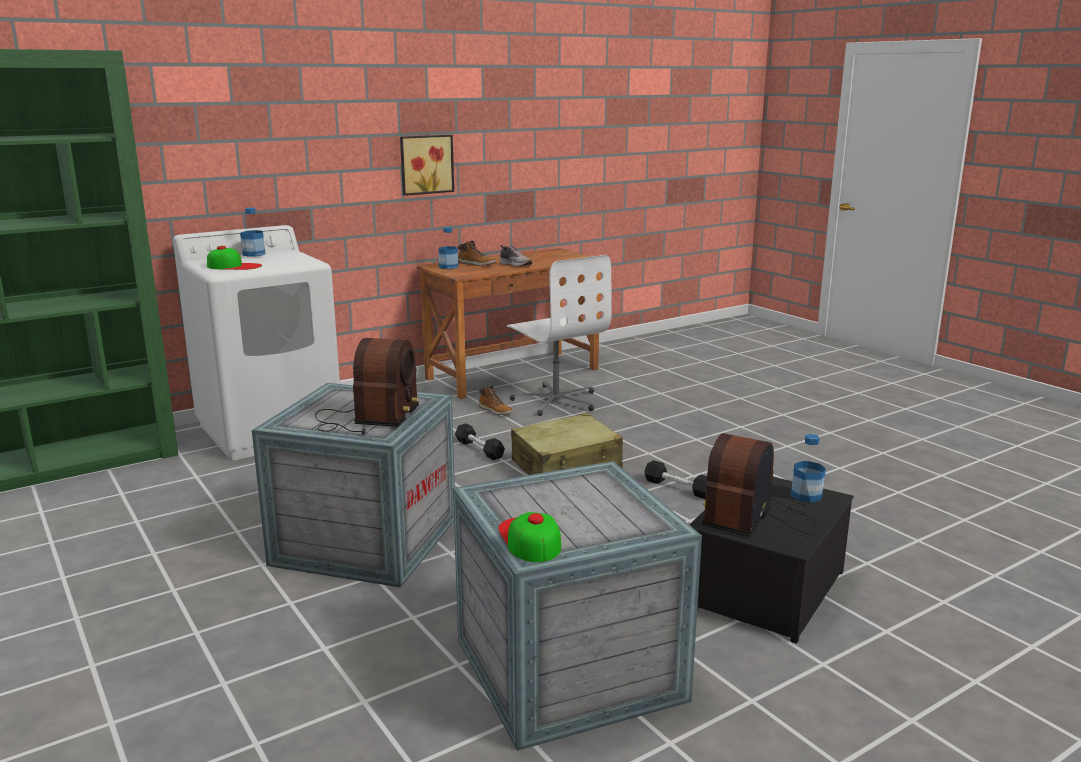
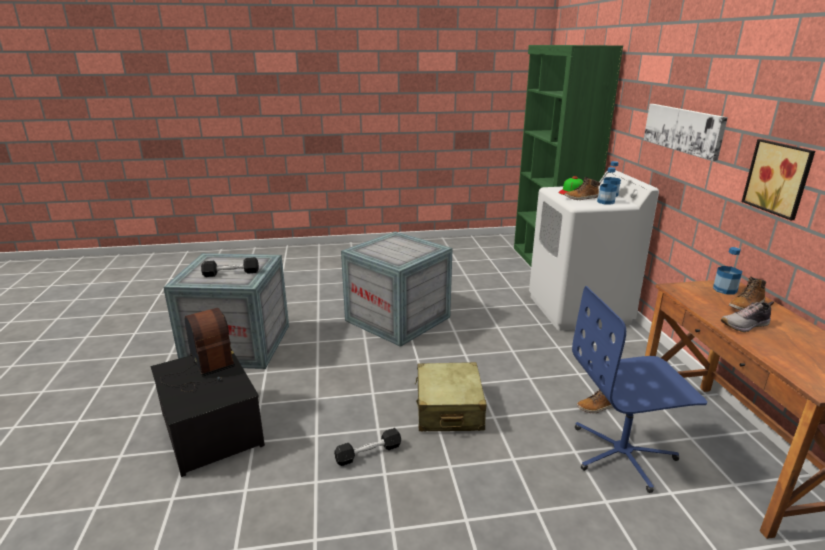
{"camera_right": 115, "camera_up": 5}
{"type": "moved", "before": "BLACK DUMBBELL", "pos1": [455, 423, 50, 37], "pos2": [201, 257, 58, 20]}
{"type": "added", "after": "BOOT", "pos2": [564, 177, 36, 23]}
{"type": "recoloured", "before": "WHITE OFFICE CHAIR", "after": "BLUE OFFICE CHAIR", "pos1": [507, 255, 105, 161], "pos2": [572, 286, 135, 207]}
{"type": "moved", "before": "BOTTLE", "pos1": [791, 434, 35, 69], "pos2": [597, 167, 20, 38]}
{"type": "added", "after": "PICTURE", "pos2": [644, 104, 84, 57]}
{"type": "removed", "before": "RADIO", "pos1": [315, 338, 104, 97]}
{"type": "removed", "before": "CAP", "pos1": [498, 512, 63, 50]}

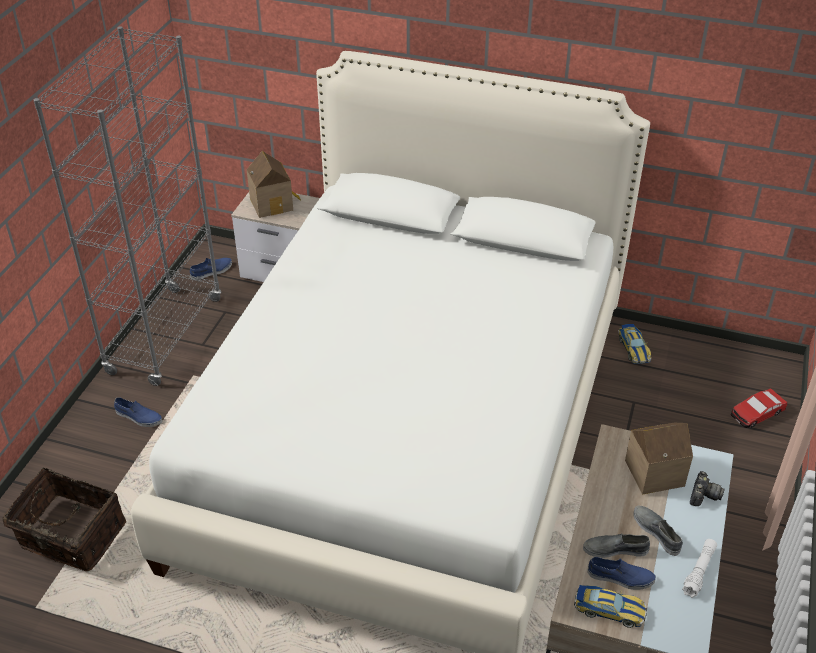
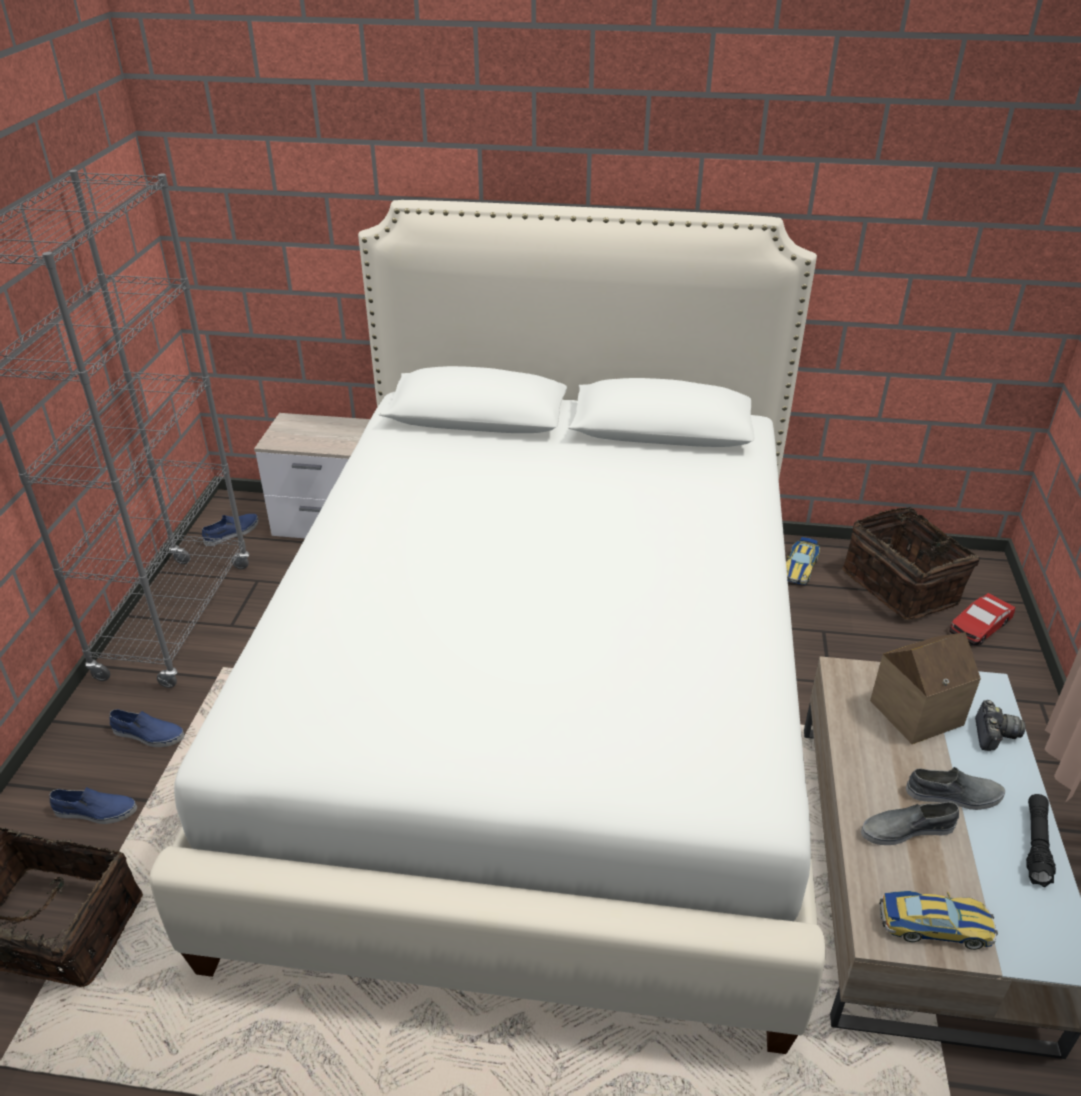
{"camera_right": -10, "camera_up": -5}
{"type": "moved", "before": "BLUE SHOE", "pos1": [587, 557, 69, 33], "pos2": [50, 787, 87, 37]}
{"type": "turned", "before": "TOY CAR", "pos1": [618, 324, 33, 40], "pos2": [786, 537, 34, 48], "turn": 45}
{"type": "added", "after": "BASKET", "pos2": [843, 507, 137, 113]}
{"type": "turned", "before": "GREY SHOE", "pos1": [633, 506, 50, 50], "pos2": [906, 767, 99, 43], "turn": 135}
{"type": "recoloured", "before": "WHITE FLASHLIGHT", "after": "BLACK FLASHLIGHT", "pos1": [682, 539, 35, 59], "pos2": [1026, 794, 30, 93]}
{"type": "removed", "before": "TOY HOUSE", "pos1": [247, 151, 54, 67]}

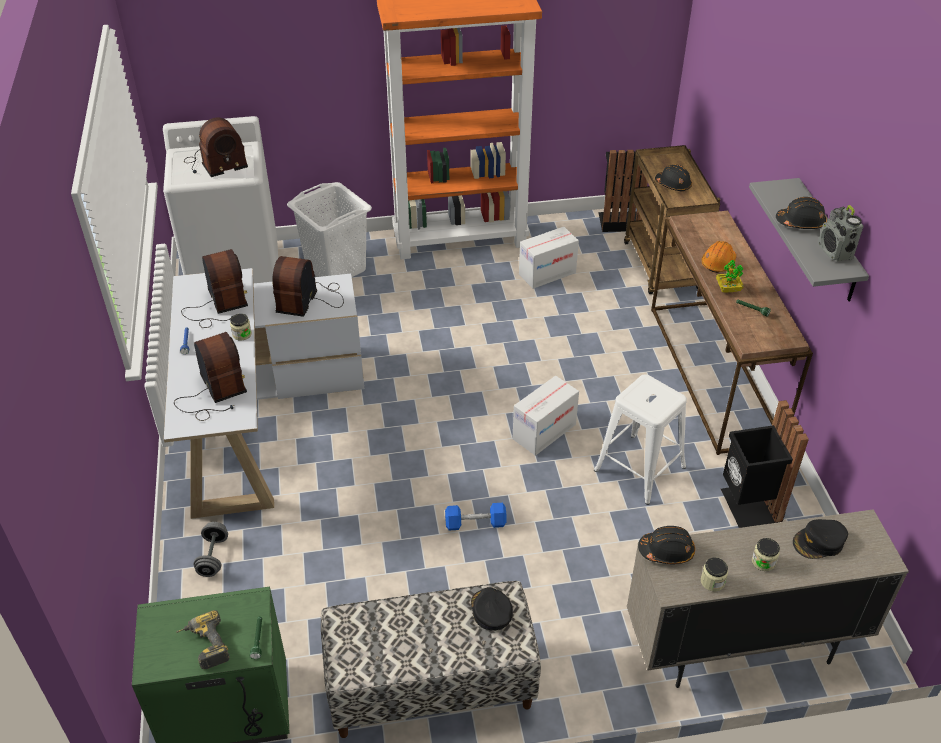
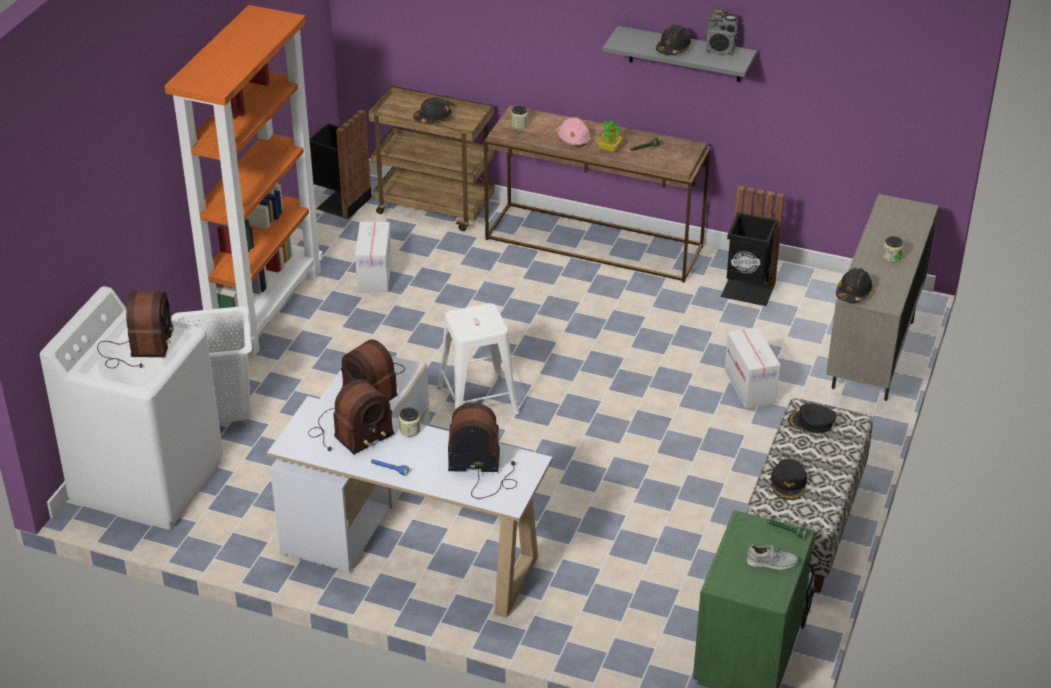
{"camera_right": -60, "camera_up": -5}
{"type": "turned", "before": "RADIO", "pos1": [181, 249, 67, 79], "pos2": [308, 379, 86, 75], "turn": 135}
{"type": "moved", "before": "WHITE STOOL", "pos1": [594, 375, 93, 130], "pos2": [437, 303, 83, 113]}
{"type": "moved", "before": "JAR", "pos1": [700, 557, 28, 34], "pos2": [511, 105, 17, 24]}
{"type": "recoloured", "before": "ORANGE HARD HAT", "after": "PINK HARD HAT", "pos1": [701, 241, 35, 32], "pos2": [557, 117, 34, 30]}
{"type": "moved", "before": "CARDBOARD BOX", "pos1": [513, 376, 66, 80], "pos2": [725, 327, 55, 81]}
{"type": "replaced", "before": "POWER DRILL", "after": "GREY SHOE", "pos1": [176, 610, 54, 59], "pos2": [747, 544, 51, 26]}
{"type": "moved", "before": "BLACK CAP", "pos1": [793, 519, 55, 40], "pos2": [771, 459, 36, 41]}
{"type": "removed", "before": "GREY DUMBBELL", "pos1": [193, 522, 35, 55]}
{"type": "removed", "before": "BLUE DUMBBELL", "pos1": [445, 503, 62, 27]}

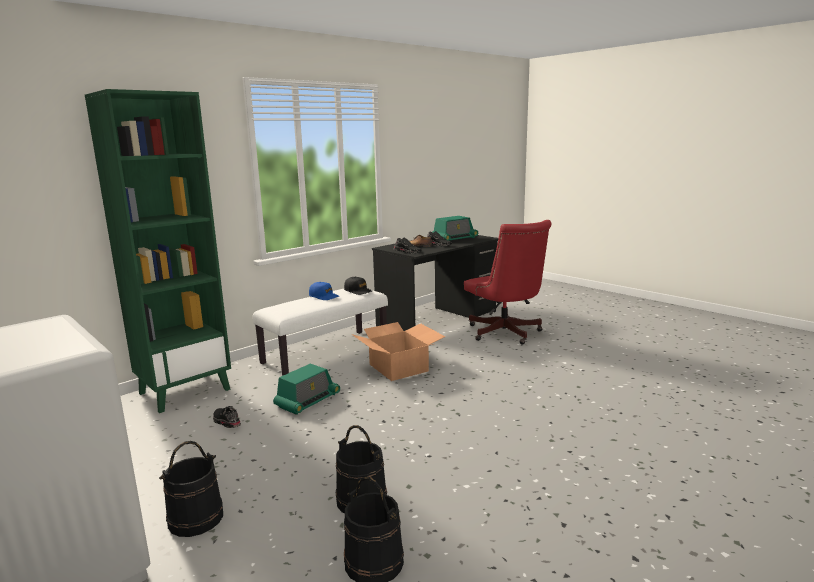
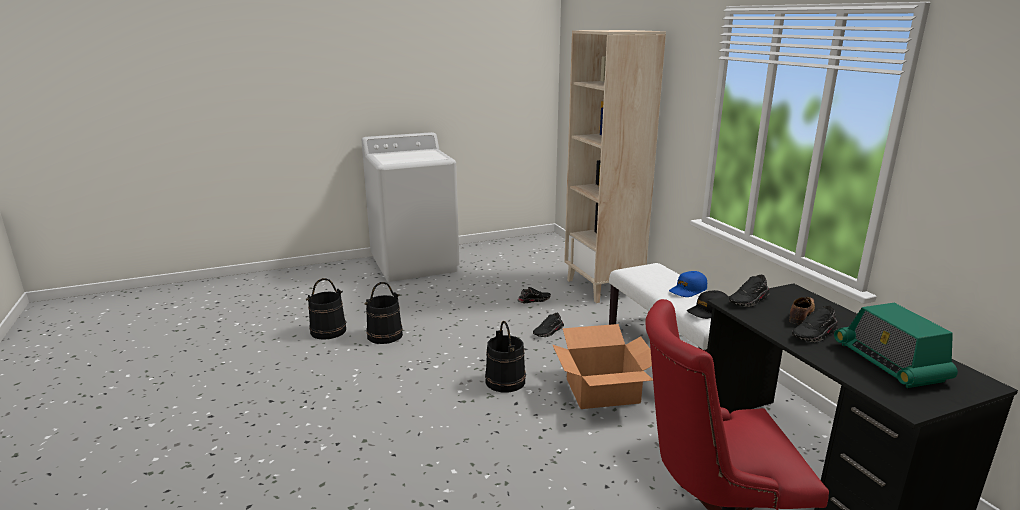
{"camera_right": 110, "camera_up": 5}
{"type": "moved", "before": "BLACK BUCKET", "pos1": [159, 441, 64, 96], "pos2": [485, 321, 41, 71]}
{"type": "replaced", "before": "RADIO", "after": "BLACK SHOE", "pos1": [273, 363, 67, 52], "pos2": [533, 313, 31, 24]}
{"type": "recoloured", "before": "GREEN BOOKCASE", "after": "BEIGE BOOKCASE", "pos1": [85, 89, 146, 324], "pos2": [564, 30, 102, 273]}

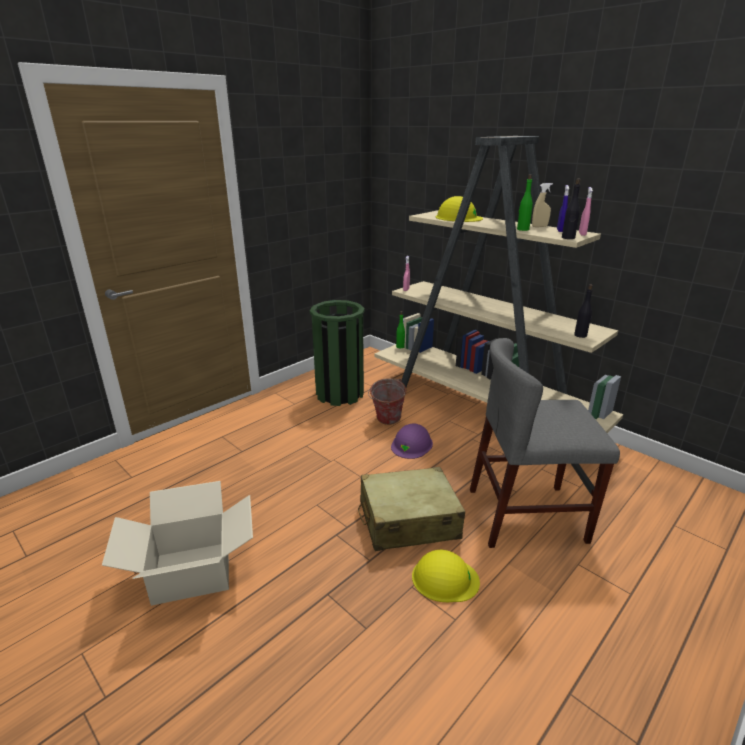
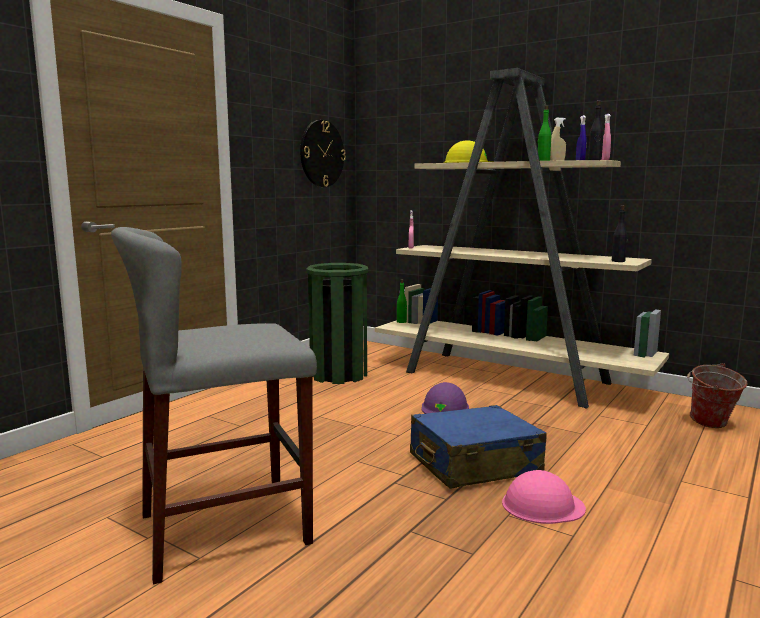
{"camera_right": -10, "camera_up": -15}
{"type": "replaced", "before": "CARDBOARD BOX", "after": "GREY STOOL", "pos1": [102, 481, 151, 125], "pos2": [111, 227, 206, 357]}
{"type": "added", "after": "WALL CLOCK", "pos2": [300, 120, 46, 67]}
{"type": "recoloured", "before": "BEIGE SUITCASE", "after": "BLUE SUITCASE", "pos1": [358, 467, 107, 84], "pos2": [410, 405, 137, 84]}
{"type": "recoloured", "before": "YELLOW HARD HAT", "after": "PINK HARD HAT", "pos1": [412, 550, 68, 52], "pos2": [502, 470, 84, 54]}
{"type": "moved", "before": "BUCKET", "pos1": [368, 378, 38, 47], "pos2": [687, 363, 61, 65]}
{"type": "removed", "before": "GREY CHAIR", "pos1": [470, 338, 150, 210]}

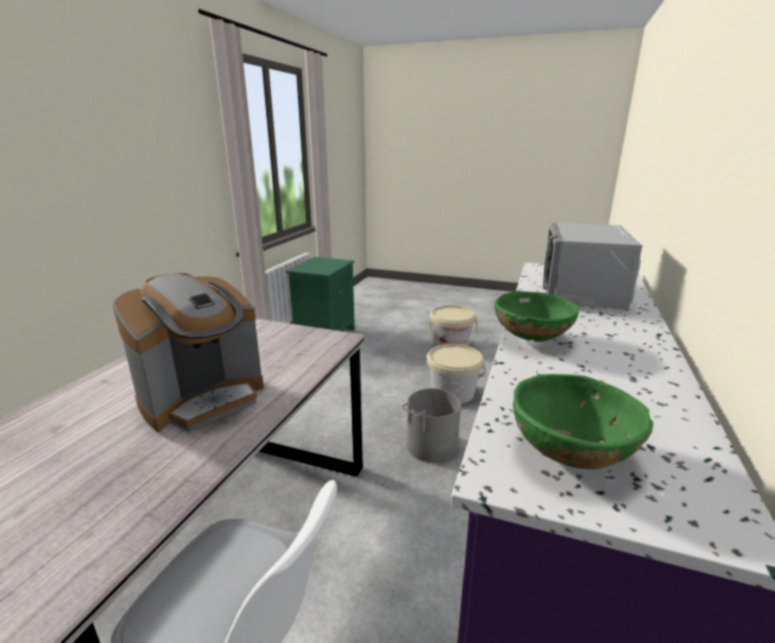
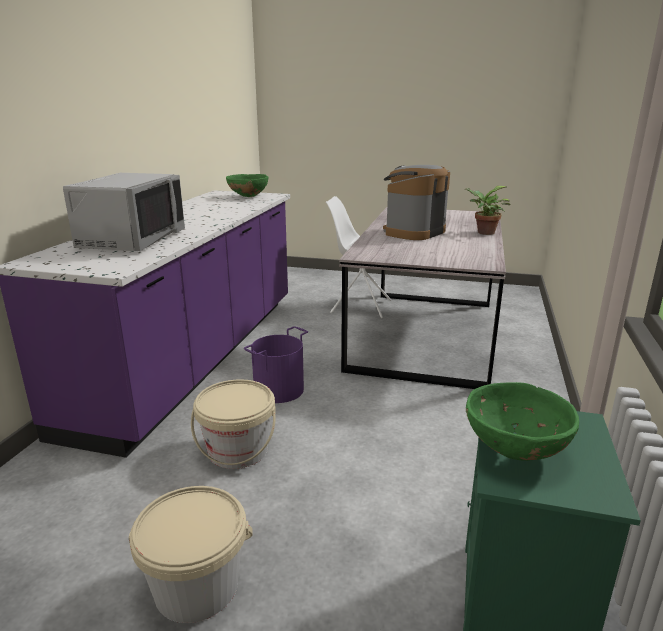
{"camera_right": 175, "camera_up": 0}
{"type": "recoloured", "before": "GREY BUCKET", "after": "PURPLE BUCKET", "pos1": [401, 380, 63, 83], "pos2": [244, 326, 64, 77]}
{"type": "added", "after": "POTTED PLANT", "pos2": [466, 186, 44, 49]}
{"type": "moved", "before": "GREEN BOWL", "pos1": [494, 291, 85, 51], "pos2": [466, 382, 113, 79]}

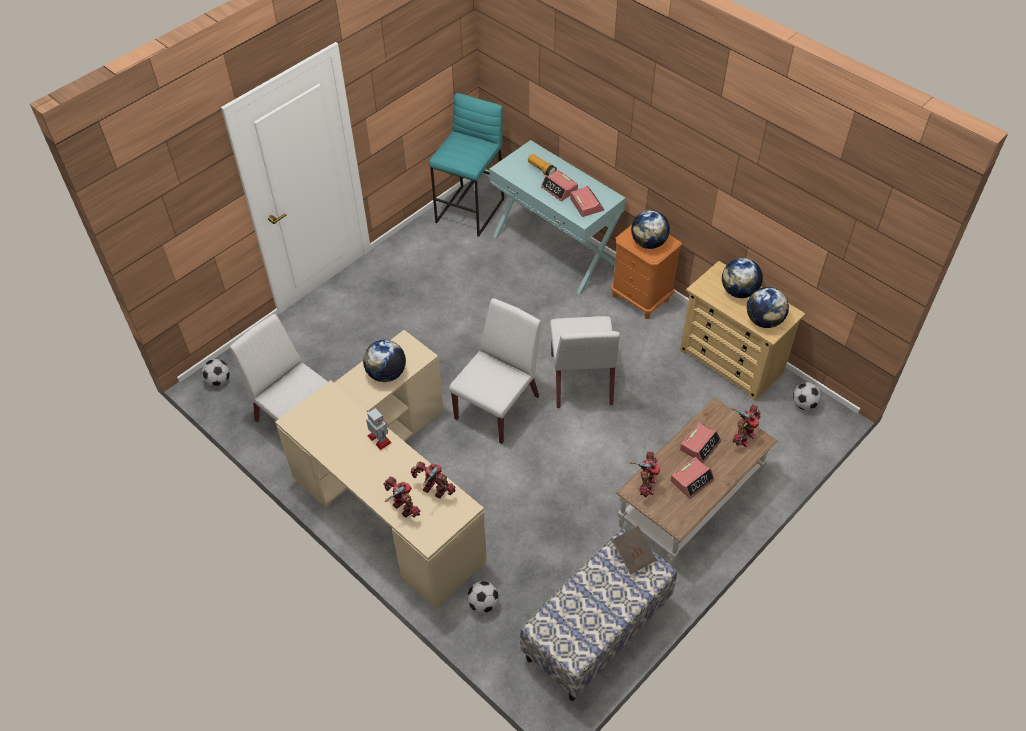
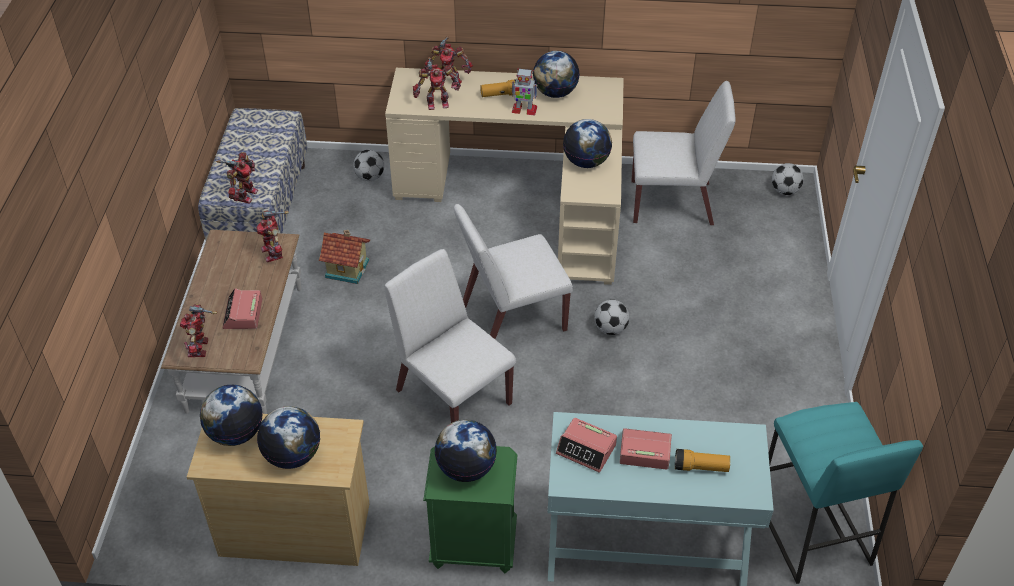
{"camera_right": 140, "camera_up": -5}
{"type": "replaced", "before": "BROWN BOOK", "after": "TOY ROBOT", "pos1": [612, 526, 45, 49], "pos2": [216, 152, 42, 52]}
{"type": "added", "after": "TOY HOUSE", "pos2": [319, 230, 51, 54]}
{"type": "recoloured", "before": "ORANGE NIGHTSTAND", "after": "GREEN NIGHTSTAND", "pos1": [611, 225, 71, 94], "pos2": [423, 446, 95, 128]}
{"type": "turned", "before": "WHITE CHAIR", "pos1": [449, 298, 92, 146], "pos2": [454, 204, 119, 135], "turn": 75}
{"type": "added", "after": "FLASHLIGHT", "pos2": [480, 79, 36, 18]}
{"type": "added", "after": "GLOBE", "pos2": [533, 51, 46, 47]}
{"type": "moved", "before": "FOOTBALL", "pos1": [793, 382, 28, 28], "pos2": [594, 300, 35, 35]}
{"type": "removed", "before": "ALARM CLOCK", "pos1": [670, 457, 45, 42]}

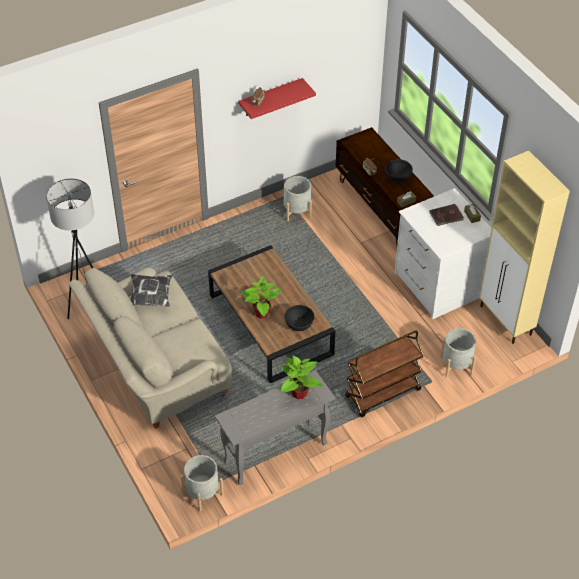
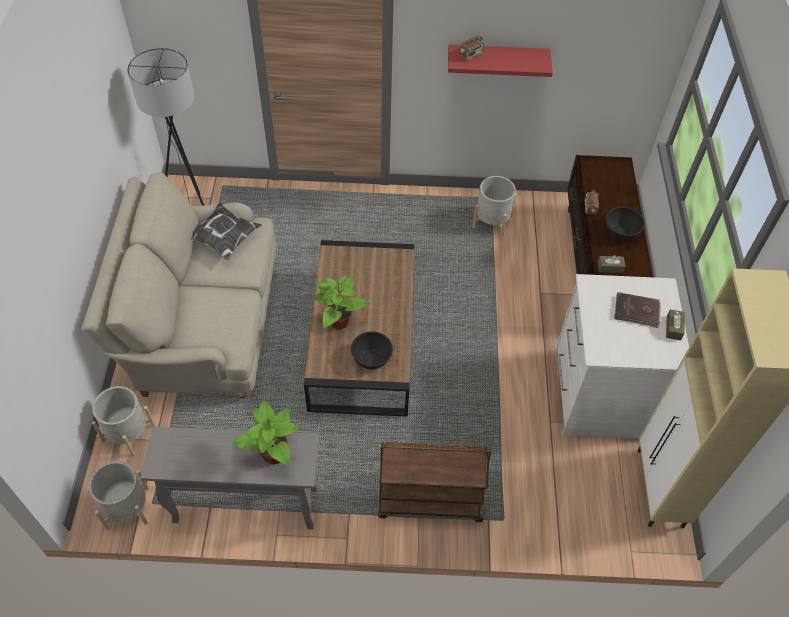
{"camera_right": 30, "camera_up": 5}
{"type": "moved", "before": "GREY PLANTER", "pos1": [440, 328, 36, 50], "pos2": [92, 386, 63, 70]}

